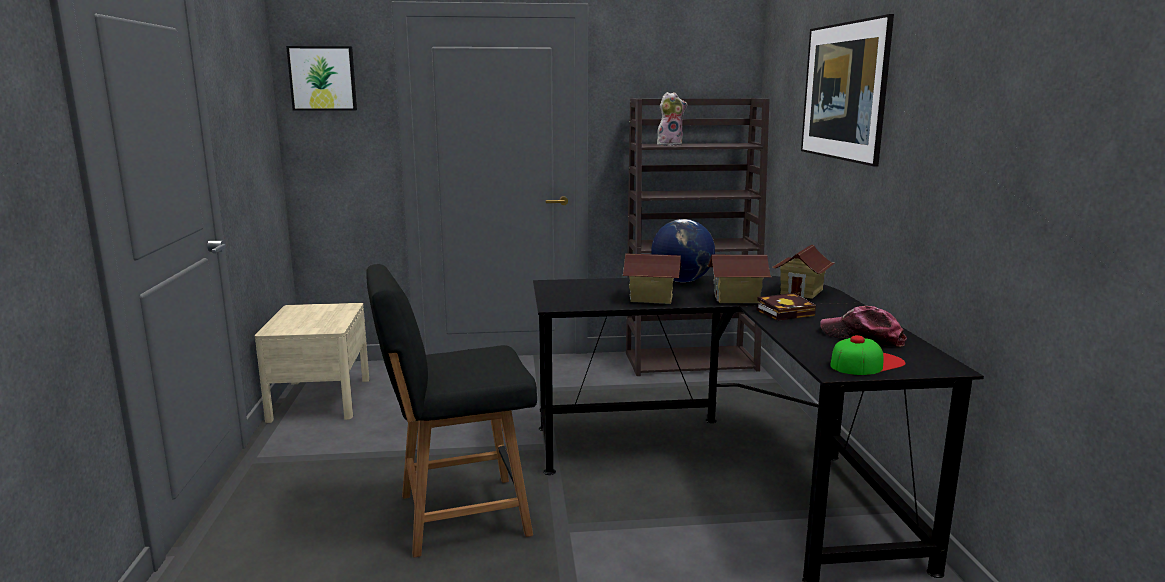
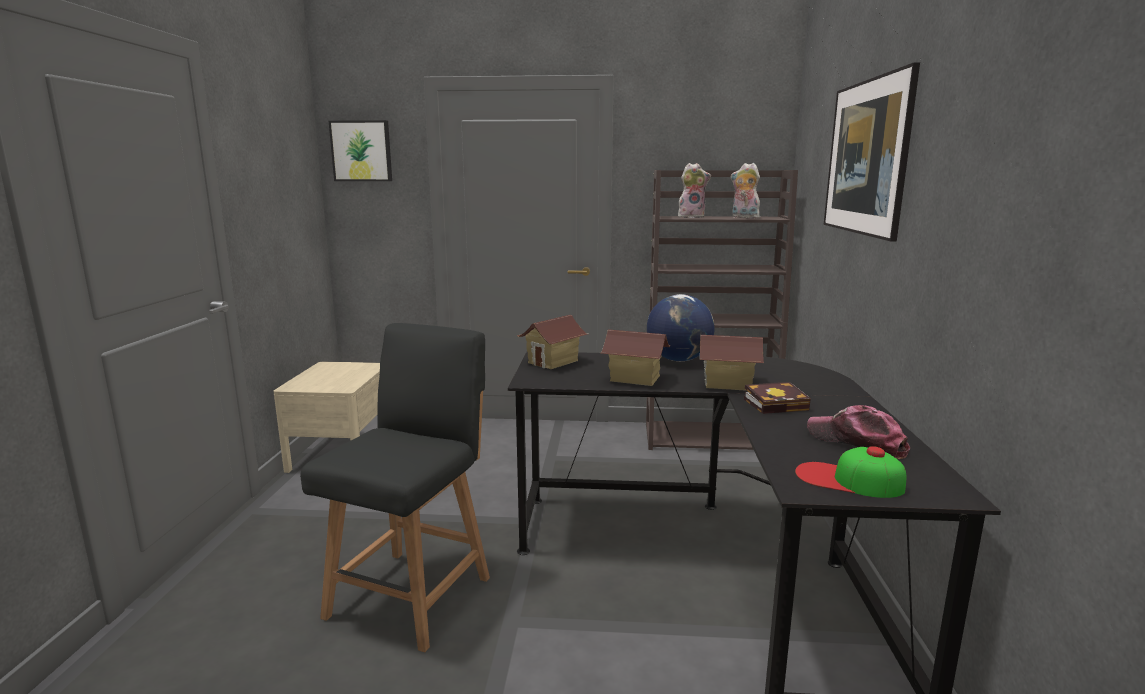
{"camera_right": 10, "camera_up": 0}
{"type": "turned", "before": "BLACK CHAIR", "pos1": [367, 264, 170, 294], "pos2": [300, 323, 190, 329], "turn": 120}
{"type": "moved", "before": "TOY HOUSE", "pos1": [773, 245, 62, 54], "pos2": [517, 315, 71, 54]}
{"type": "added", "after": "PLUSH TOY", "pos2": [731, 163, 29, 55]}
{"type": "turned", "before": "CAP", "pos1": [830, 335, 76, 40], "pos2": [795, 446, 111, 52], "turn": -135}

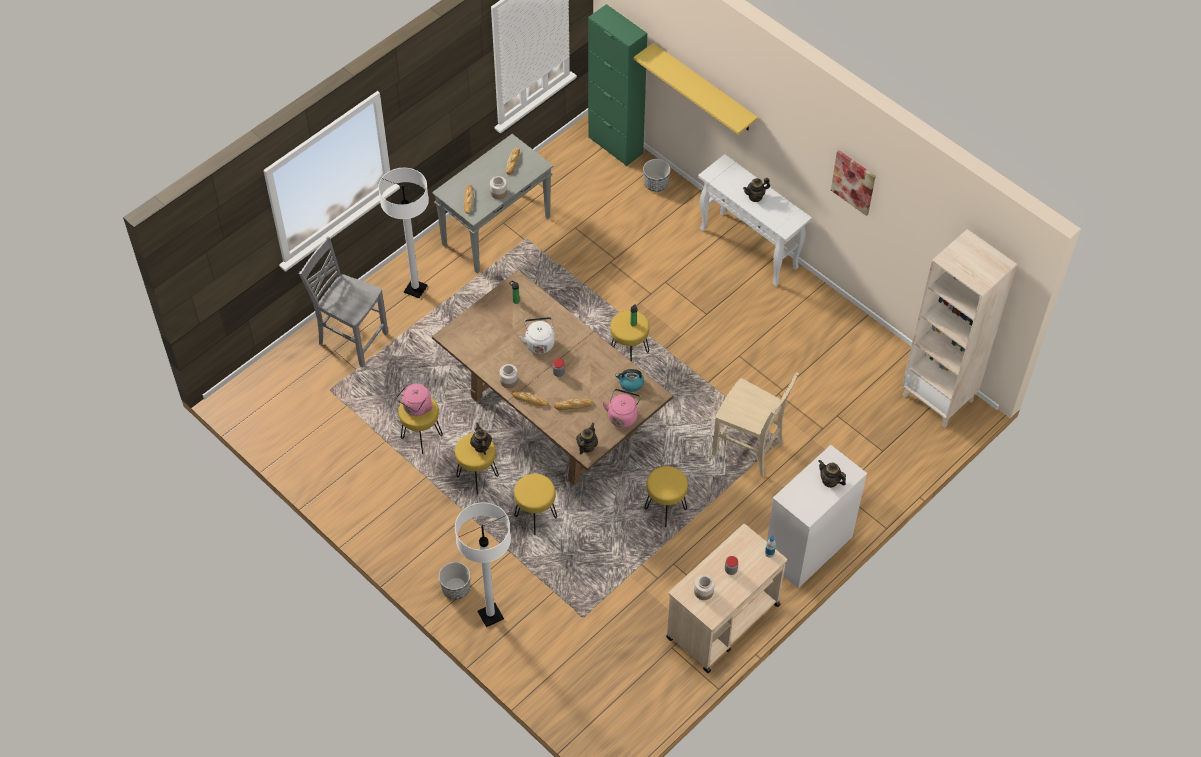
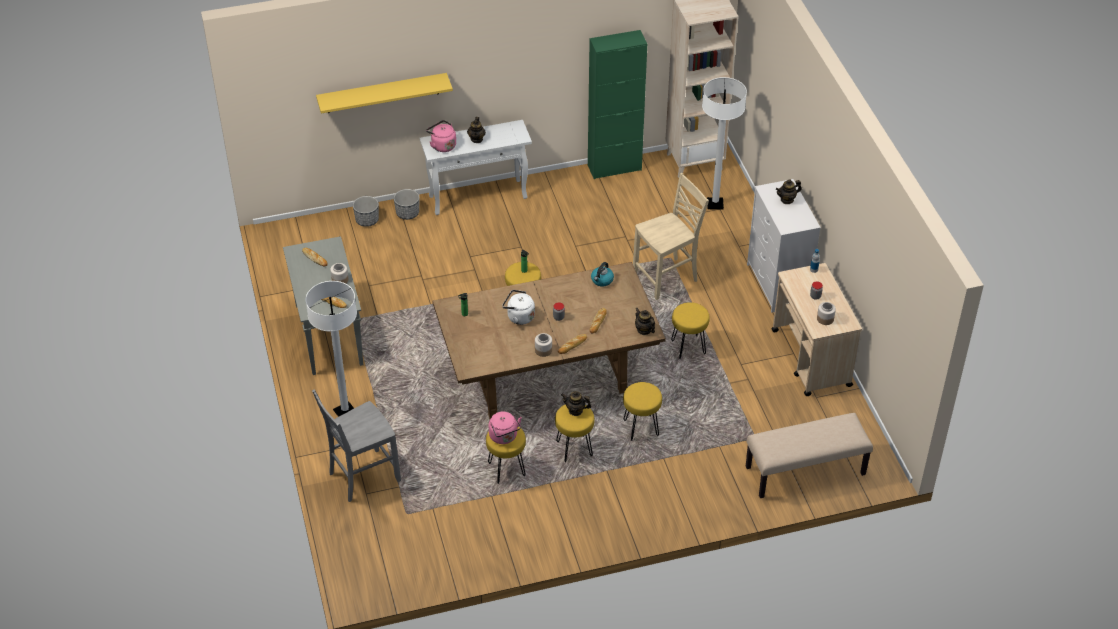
{"camera_right": -60, "camera_up": -10}
{"type": "moved", "before": "PLANTER", "pos1": [439, 562, 31, 38], "pos2": [394, 189, 25, 31]}
{"type": "moved", "before": "PINK KETTLE", "pos1": [602, 389, 39, 39], "pos2": [426, 120, 30, 32]}
{"type": "moved", "before": "GREEN CABINET", "pos1": [588, 4, 59, 162], "pos2": [588, 30, 59, 149]}
{"type": "moved", "before": "WHITE FLOOR LAMP", "pos1": [455, 502, 56, 125], "pos2": [702, 77, 45, 133]}
{"type": "added", "after": "BEIGE BENCH", "pos2": [746, 413, 127, 85]}
{"type": "removed", "before": "PICTURE", "pos1": [831, 150, 45, 66]}

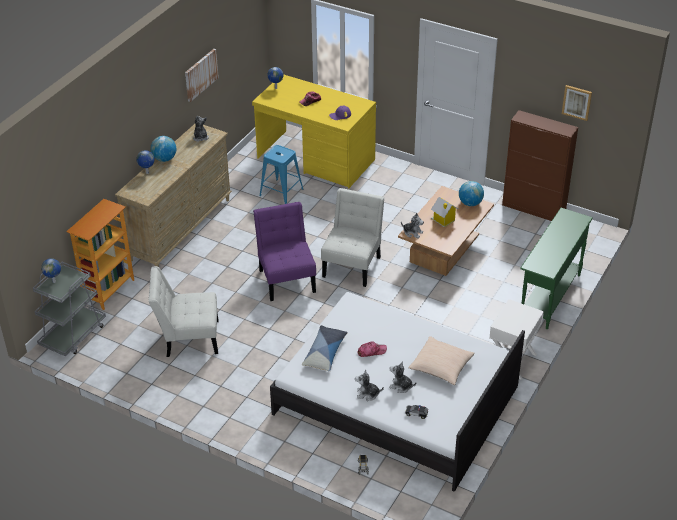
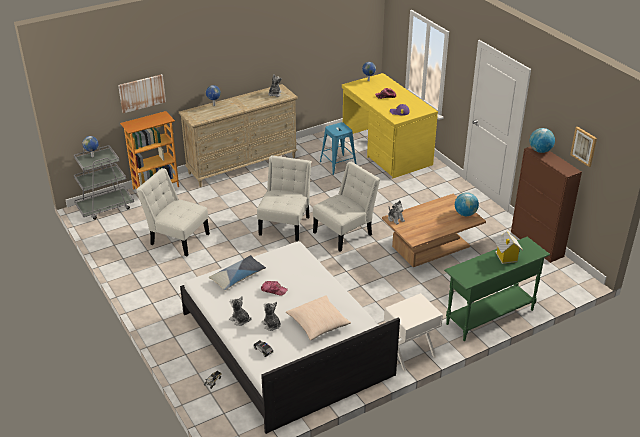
{"camera_right": 30, "camera_up": -5}
{"type": "moved", "before": "PICTURE", "pos1": [185, 49, 34, 53], "pos2": [118, 74, 48, 39]}
{"type": "recoloured", "before": "PURPLE CHAIR", "after": "WHITE CHAIR", "pos1": [253, 202, 63, 99], "pos2": [257, 155, 54, 86]}
{"type": "moved", "before": "TOY HOUSE", "pos1": [431, 197, 28, 30], "pos2": [495, 231, 28, 33]}
{"type": "moved", "before": "GLOBE", "pos1": [150, 136, 26, 26], "pos2": [530, 128, 25, 25]}

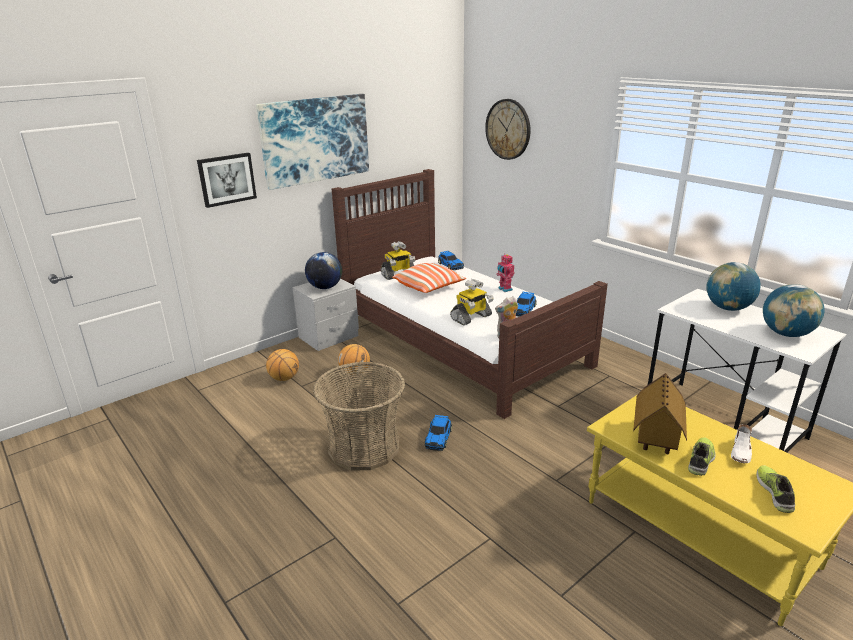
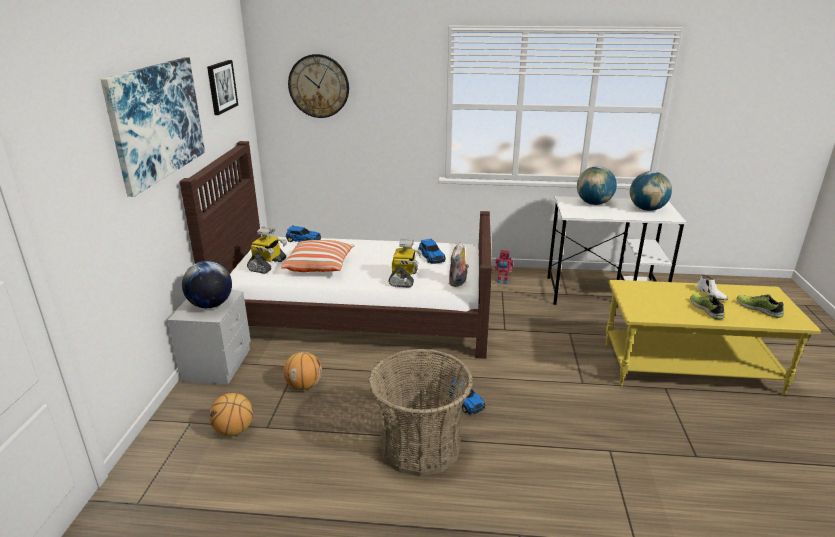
{"camera_right": -45, "camera_up": 0}
{"type": "moved", "before": "PICTURE", "pos1": [197, 153, 60, 55], "pos2": [207, 60, 31, 55]}
{"type": "moved", "before": "TOY ROBOT", "pos1": [496, 254, 19, 38], "pos2": [495, 250, 18, 34]}
{"type": "removed", "before": "TOY HOUSE", "pos1": [633, 373, 54, 81]}

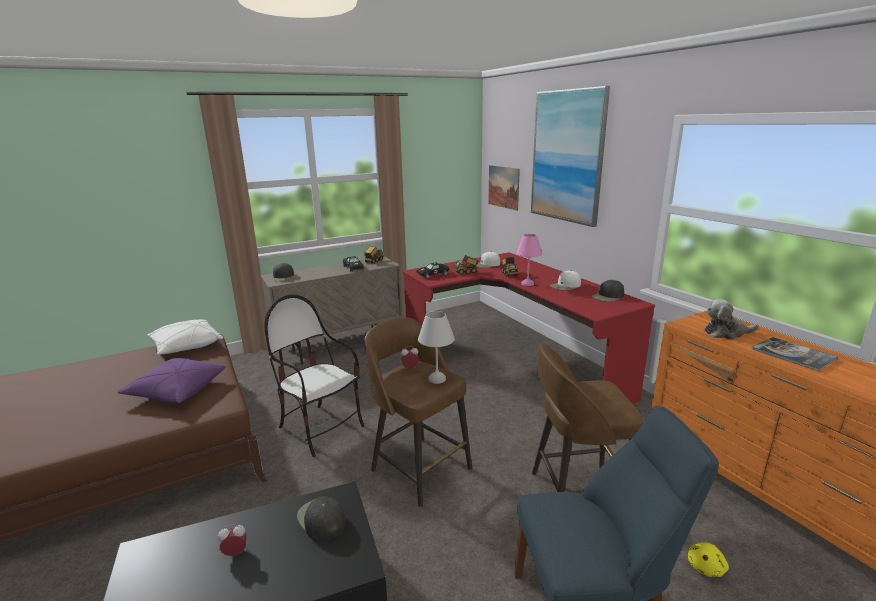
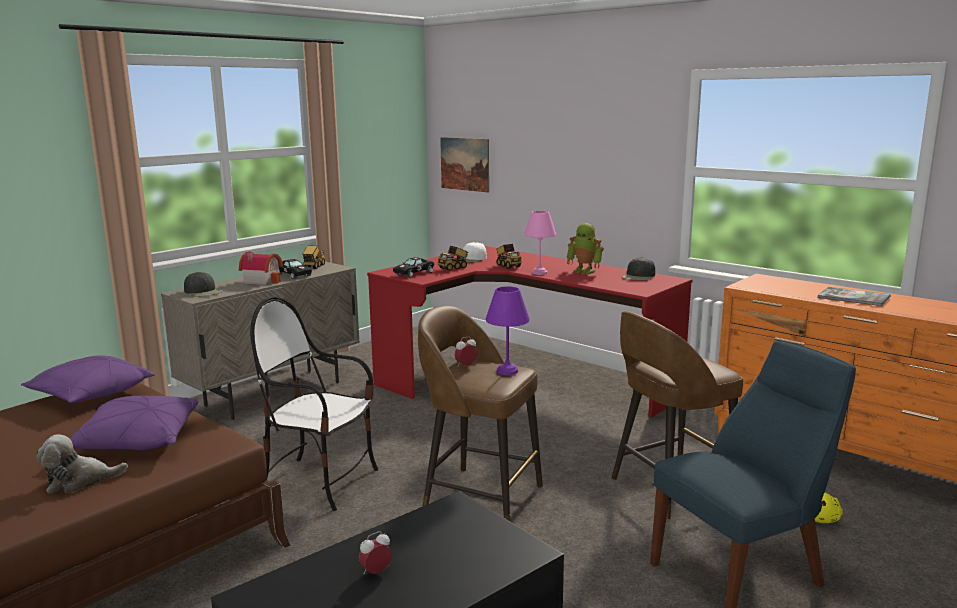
{"camera_right": -20, "camera_up": -5}
{"type": "recoloured", "before": "WHITE PILLOW", "after": "PURPLE PILLOW", "pos1": [147, 319, 76, 36], "pos2": [21, 355, 134, 48]}
{"type": "moved", "before": "PLUSH TOY", "pos1": [704, 299, 55, 40], "pos2": [36, 434, 92, 59]}
{"type": "added", "after": "TOY HOUSE", "pos2": [239, 251, 44, 34]}
{"type": "recoloured", "before": "WHITE TABLE LAMP", "after": "PURPLE TABLE LAMP", "pos1": [418, 311, 37, 73], "pos2": [485, 286, 45, 89]}
{"type": "replaced", "before": "WHITE CAP", "after": "TOY ROBOT", "pos1": [550, 270, 31, 20], "pos2": [566, 223, 38, 52]}
{"type": "removed", "before": "BLACK CAP", "pos1": [297, 496, 49, 45]}
{"type": "removed", "before": "PICTURE", "pos1": [531, 86, 79, 141]}

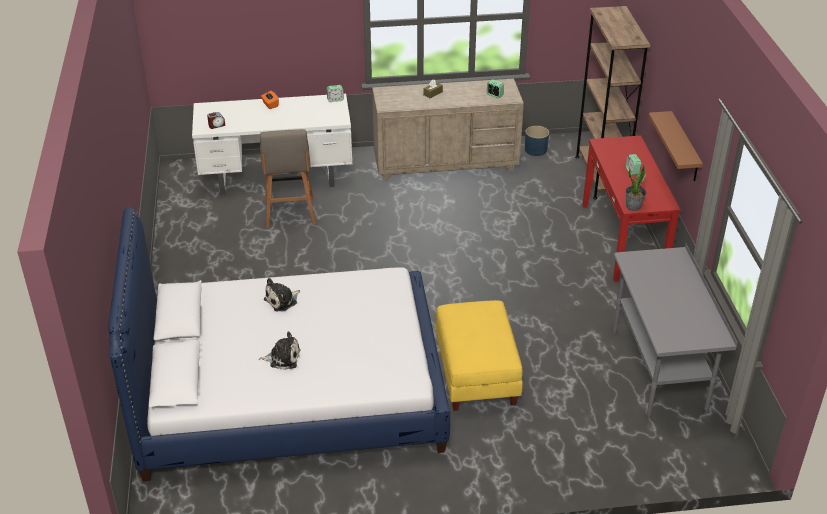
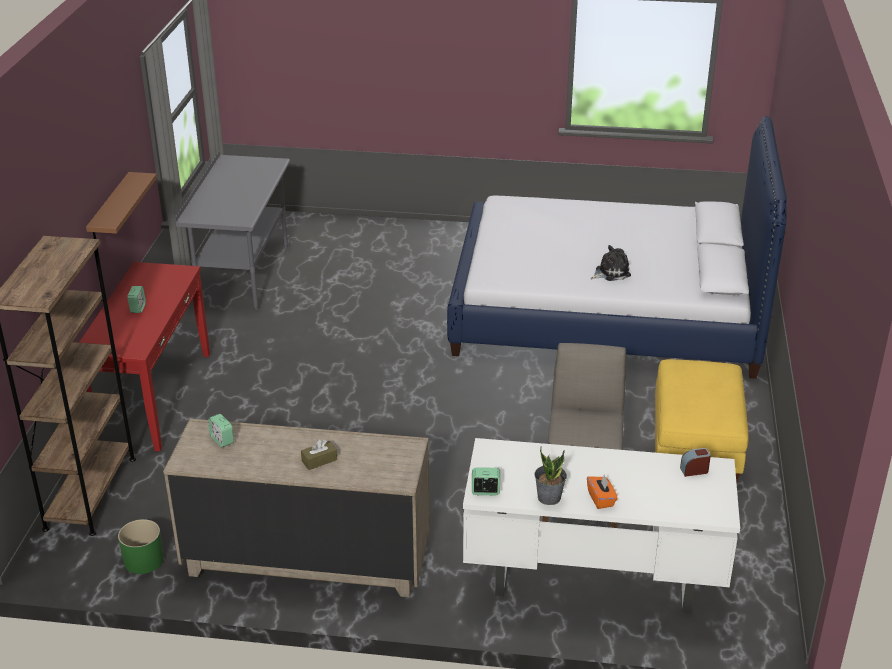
{"camera_right": -165, "camera_up": -5}
{"type": "recoloured", "before": "BLUE PLANTER", "after": "GREEN PLANTER", "pos1": [525, 126, 24, 30], "pos2": [118, 519, 46, 55]}
{"type": "moved", "before": "POTTED PLANT", "pos1": [625, 166, 21, 45], "pos2": [534, 447, 33, 58]}
{"type": "moved", "before": "YELLOW OTTOMAN", "pos1": [436, 300, 87, 111], "pos2": [655, 359, 94, 124]}
{"type": "removed", "before": "PLUSH TOY", "pos1": [259, 332, 41, 38]}

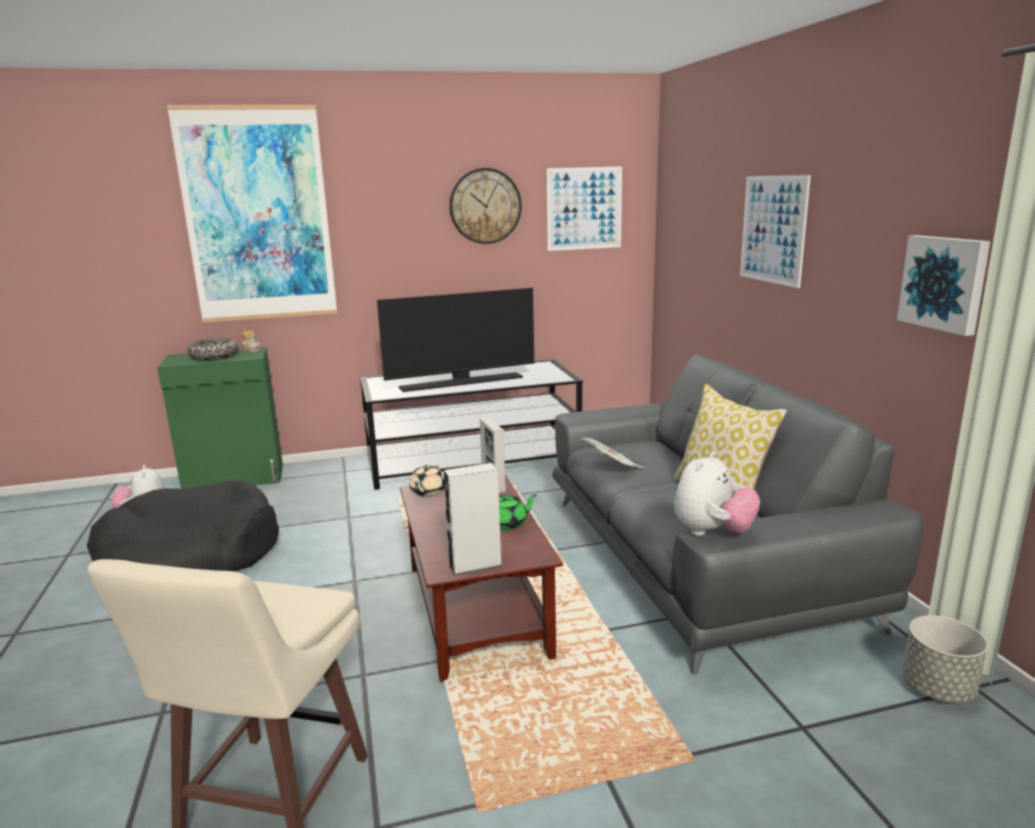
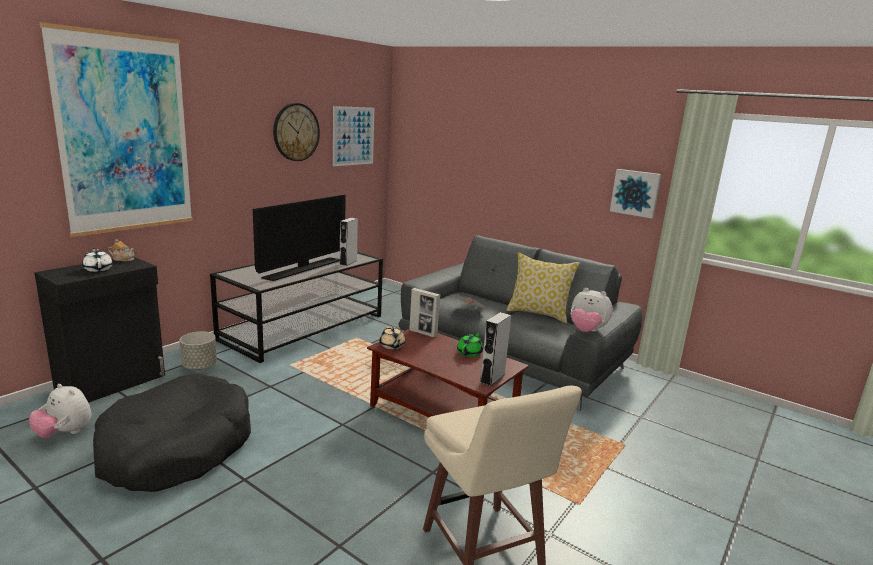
{"camera_right": -40, "camera_up": 0}
{"type": "recoloured", "before": "GREEN CABINET", "after": "BLACK CABINET", "pos1": [157, 347, 126, 142], "pos2": [34, 257, 131, 146]}
{"type": "replaced", "before": "BOWL", "after": "WHITE TEAPOT", "pos1": [187, 338, 51, 22], "pos2": [82, 248, 31, 24]}
{"type": "moved", "before": "GREY PLANTER", "pos1": [902, 616, 86, 87], "pos2": [180, 332, 37, 38]}
{"type": "added", "after": "GREY SPEAKER", "pos2": [339, 218, 19, 48]}
{"type": "turned", "before": "PLUSH TOY", "pos1": [674, 452, 86, 84], "pos2": [571, 288, 42, 44], "turn": 120}
{"type": "removed", "before": "PICTURE", "pos1": [740, 175, 71, 113]}

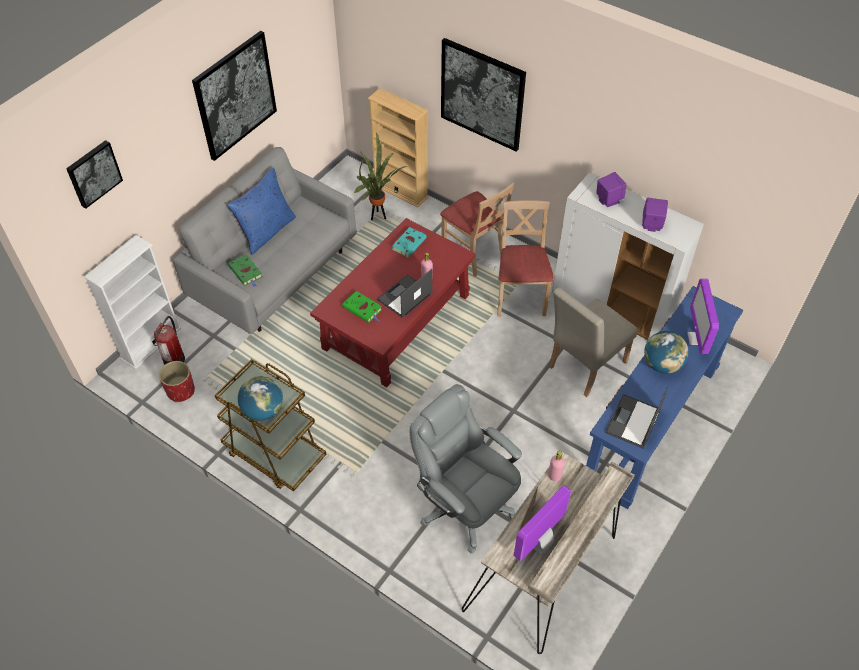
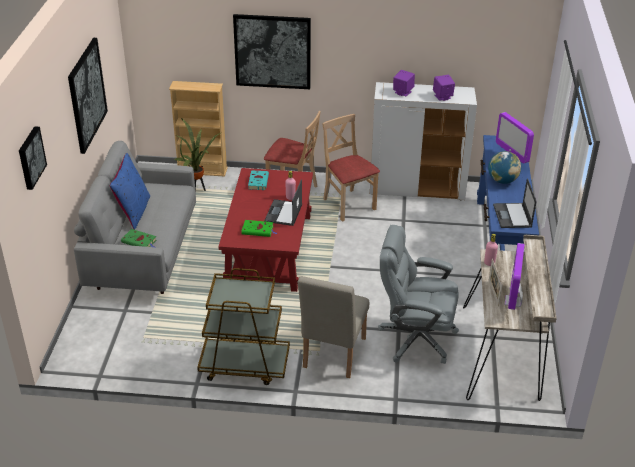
{"camera_right": -30, "camera_up": -15}
{"type": "moved", "before": "BEIGE CHAIR", "pos1": [549, 287, 89, 110], "pos2": [297, 276, 72, 102]}
{"type": "removed", "before": "WHITE BOOKCASE", "pos1": [84, 235, 97, 135]}
{"type": "removed", "before": "FIRE EXTINGUISHER", "pos1": [154, 316, 31, 49]}
{"type": "removed", "before": "RED PLANTER", "pos1": [159, 361, 36, 41]}
{"type": "removed", "before": "GLOBE", "pos1": [238, 376, 45, 45]}

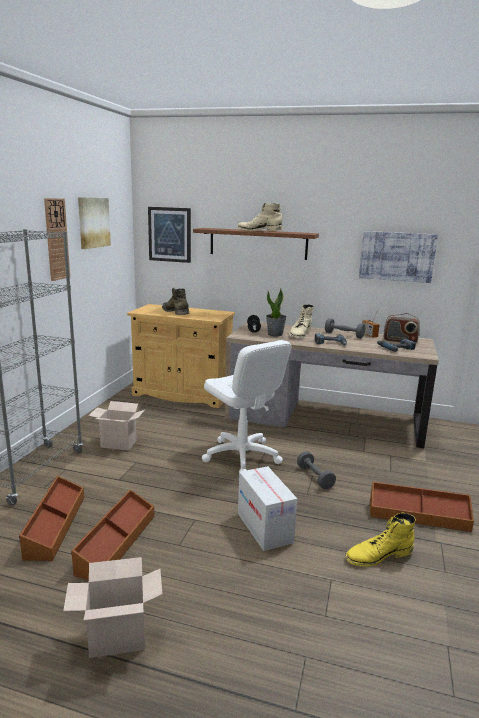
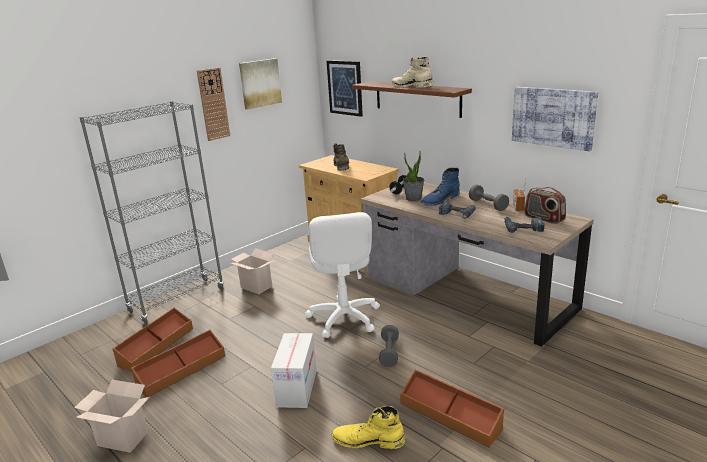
{"camera_right": 30, "camera_up": 5}
{"type": "recoloured", "before": "BEIGE BOOT", "after": "BLUE BOOT", "pos1": [289, 304, 25, 34], "pos2": [421, 168, 39, 38]}

